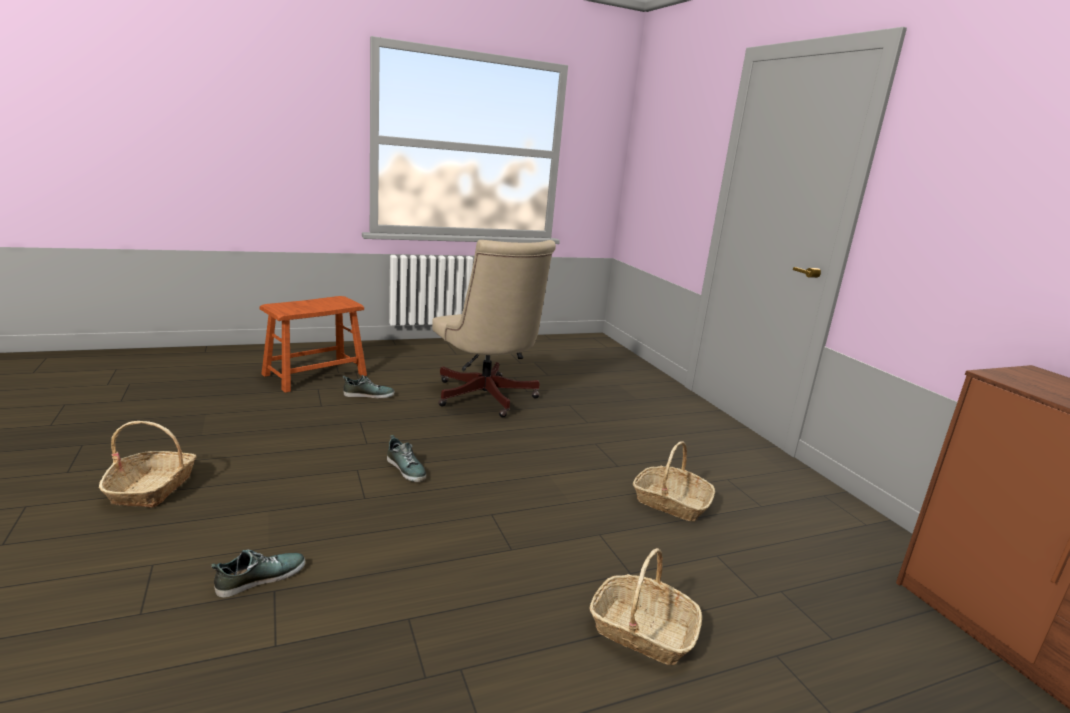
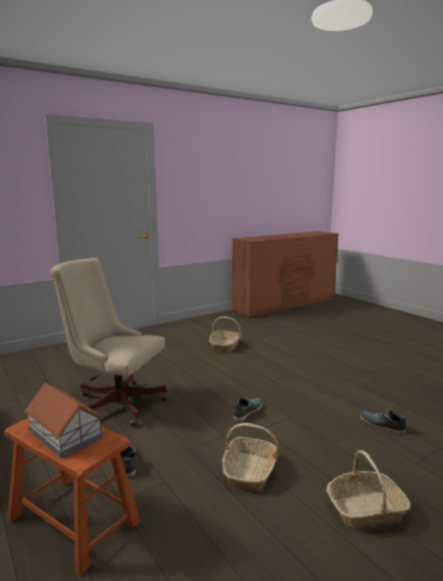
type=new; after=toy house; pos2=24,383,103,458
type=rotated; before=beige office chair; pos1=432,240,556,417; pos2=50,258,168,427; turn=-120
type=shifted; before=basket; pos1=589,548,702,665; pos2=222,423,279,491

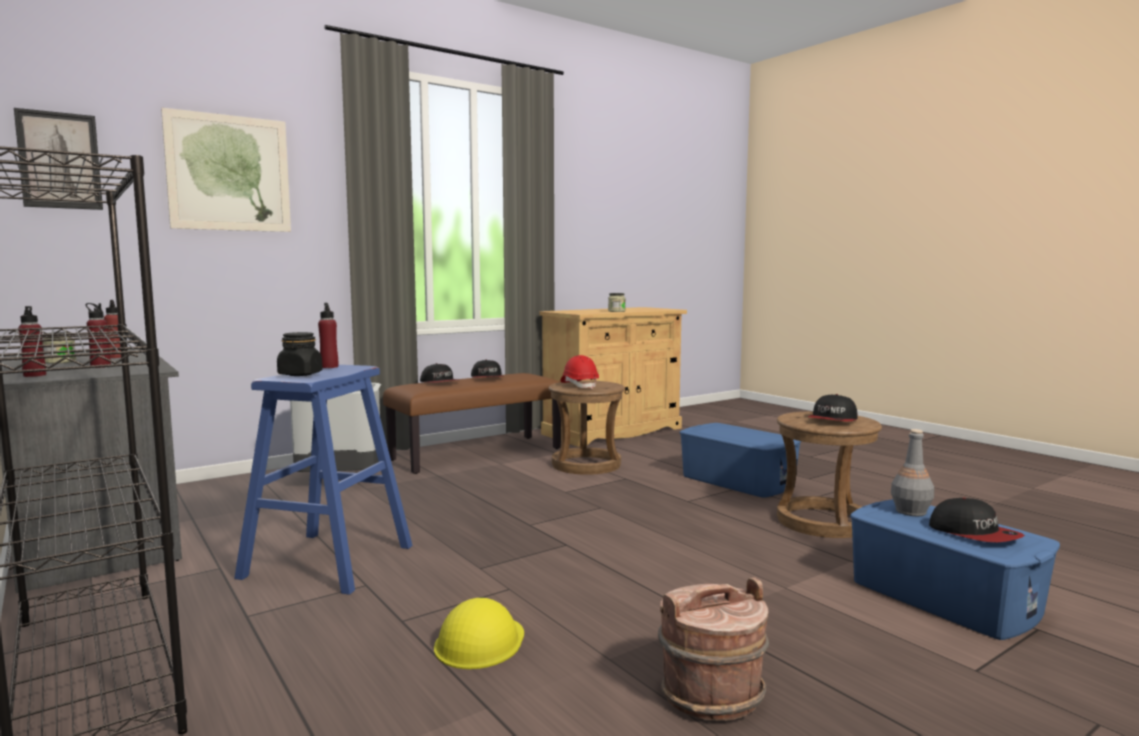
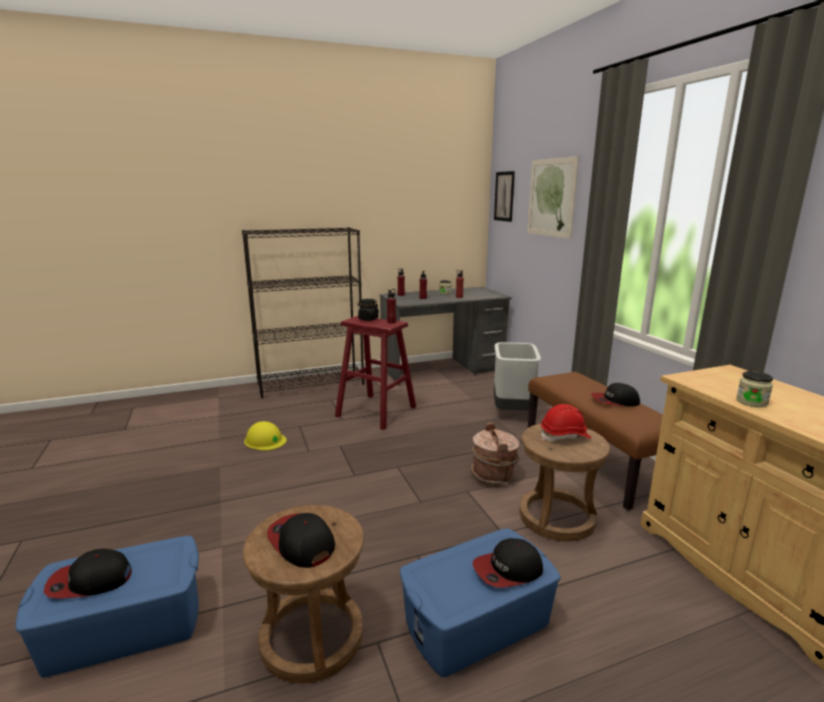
type=repainted; before=blue stool; after=red stool; pos1=234,365,412,595; pos2=335,316,416,430
type=shifted; before=brown bucket; pos1=658,577,769,721; pos2=471,423,520,487
type=shifted; before=cap; pos1=420,363,458,383; pos2=473,538,543,588
type=gone; before=grey bottle; pos1=891,429,934,516

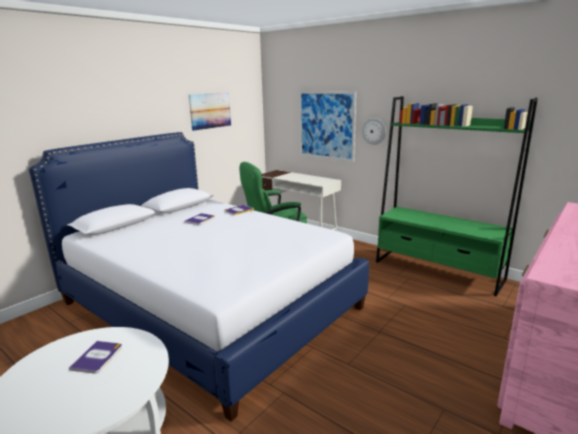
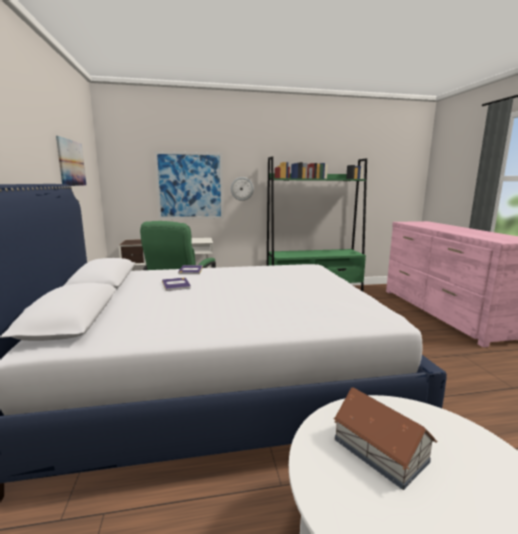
type=swapped; before=book; after=toy house; pos1=69,341,122,374; pos2=333,387,437,490

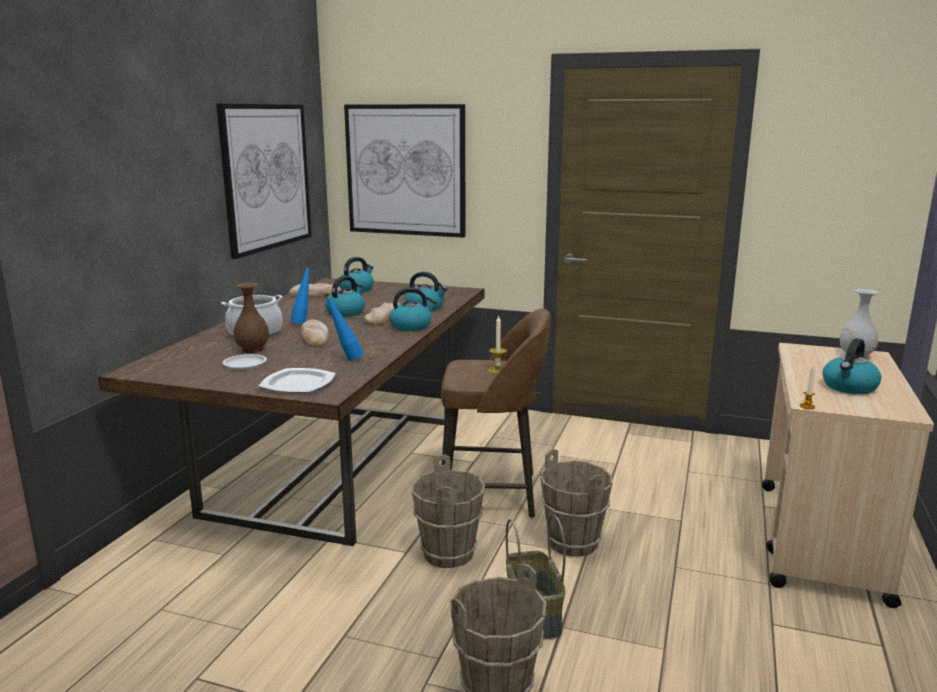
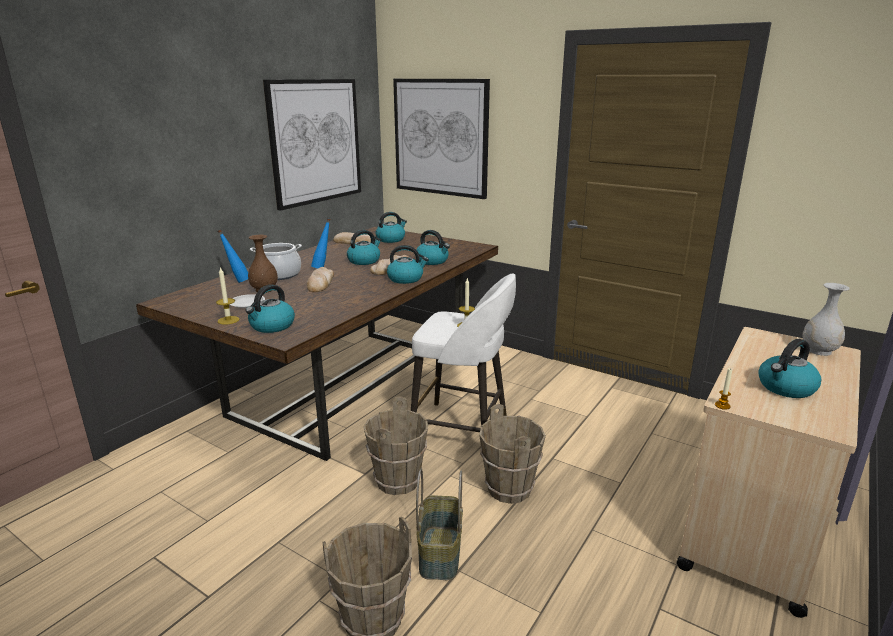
type=new; after=candle; pos2=216,267,239,325
type=shifted; before=blue bottle; pos1=324,292,364,361; pos2=218,230,248,283
type=swapped; before=plate; after=kettle; pos1=259,368,335,393; pos2=246,284,295,333
type=repainted; before=brown stool; after=white stool; pos1=441,309,550,518; pos2=411,273,516,432

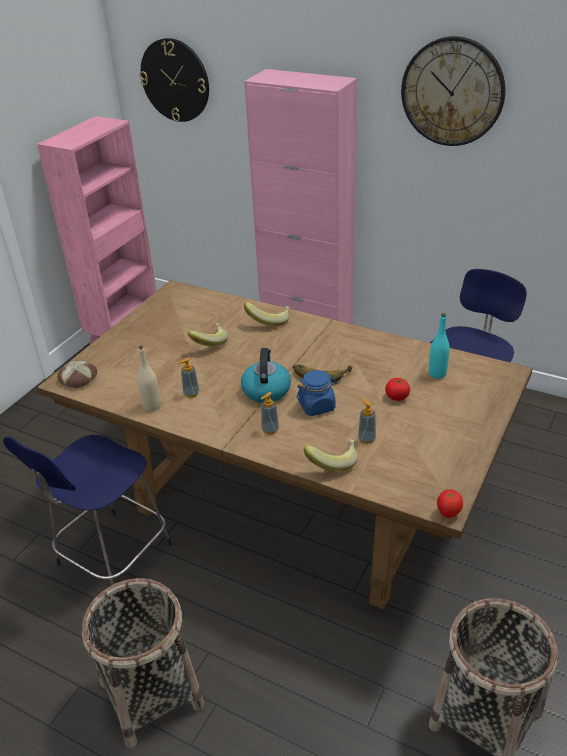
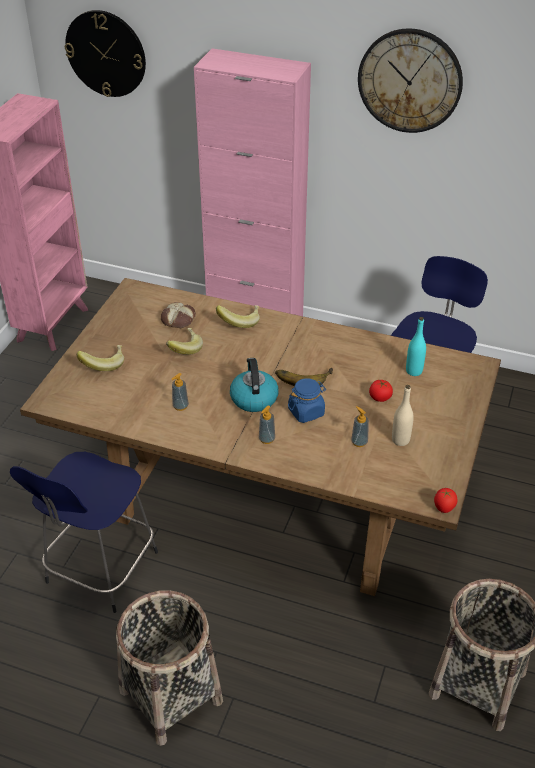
type=shifted; before=banana; pos1=304,439,358,472; pos2=76,345,124,371
type=shifted; before=bread; pos1=57,360,97,388; pos2=161,302,196,328
type=shifted; before=beige bottle; pos1=137,345,161,411; pos2=392,385,414,446

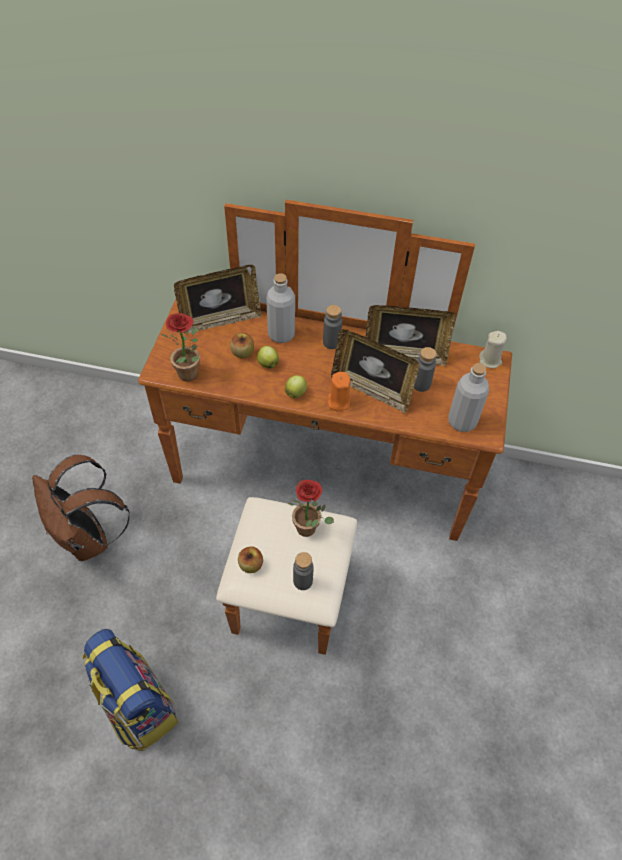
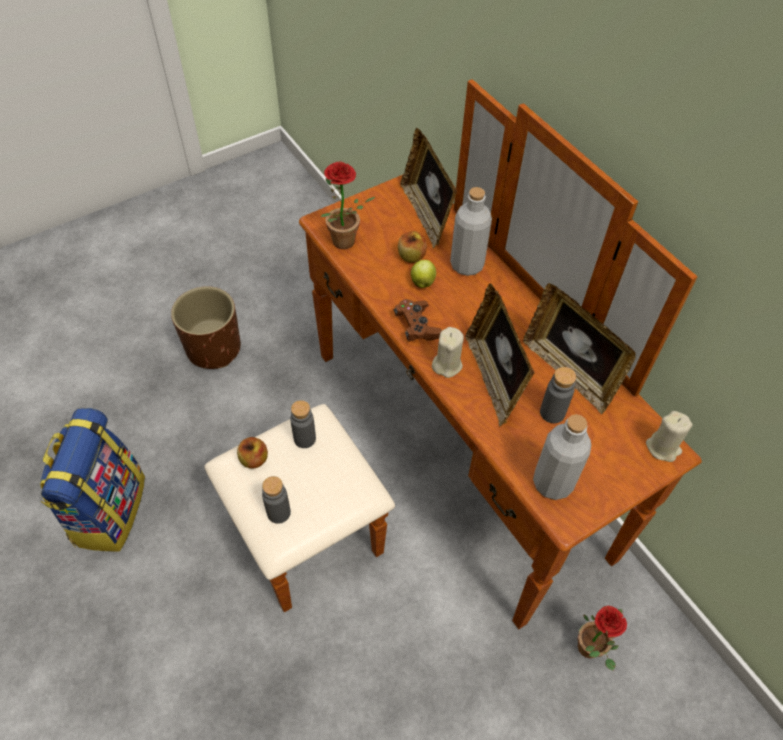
type=swapped; before=brown backpack; after=brown planter; pos1=32,455,130,561; pos2=171,286,241,369
type=shifted; before=grey bottle; pos1=323,305,342,349; pos2=290,400,316,448
type=swapped; before=apple; after=brown game controller; pos1=285,375,307,398; pos2=394,299,442,342
type=rotated; before=picture frame; pos1=174,265,261,334; pos2=400,128,457,248; turn=45
type=repainted; before=orange candle; after=beige candle; pos1=328,372,350,412; pos2=432,327,464,378
type=shifted; before=potted plant; pos1=288,480,334,537; pos2=578,606,627,670

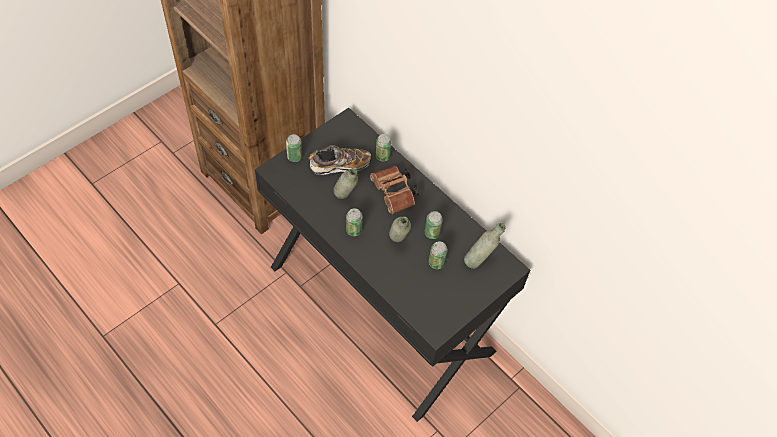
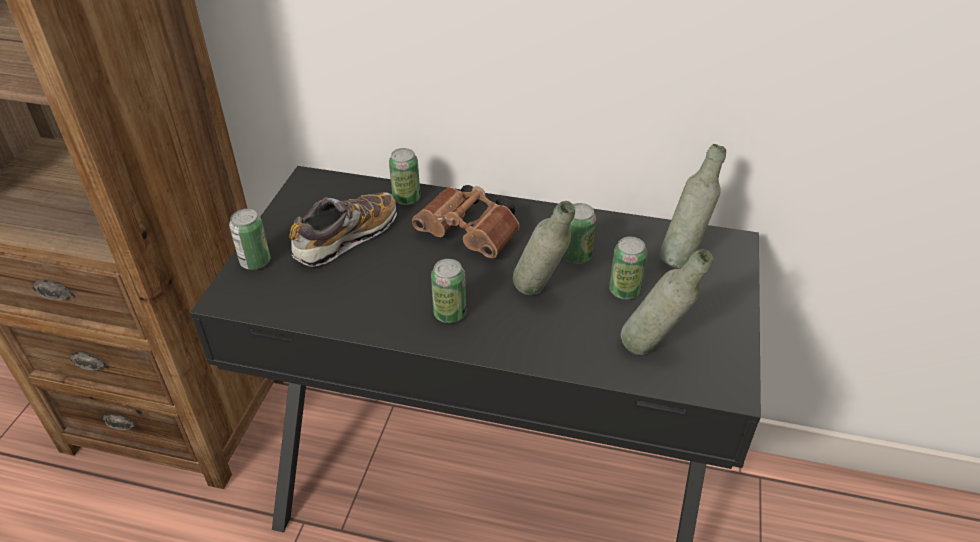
type=shifted; before=grey bottle; pos1=333,168,358,199; pos2=621,249,713,355

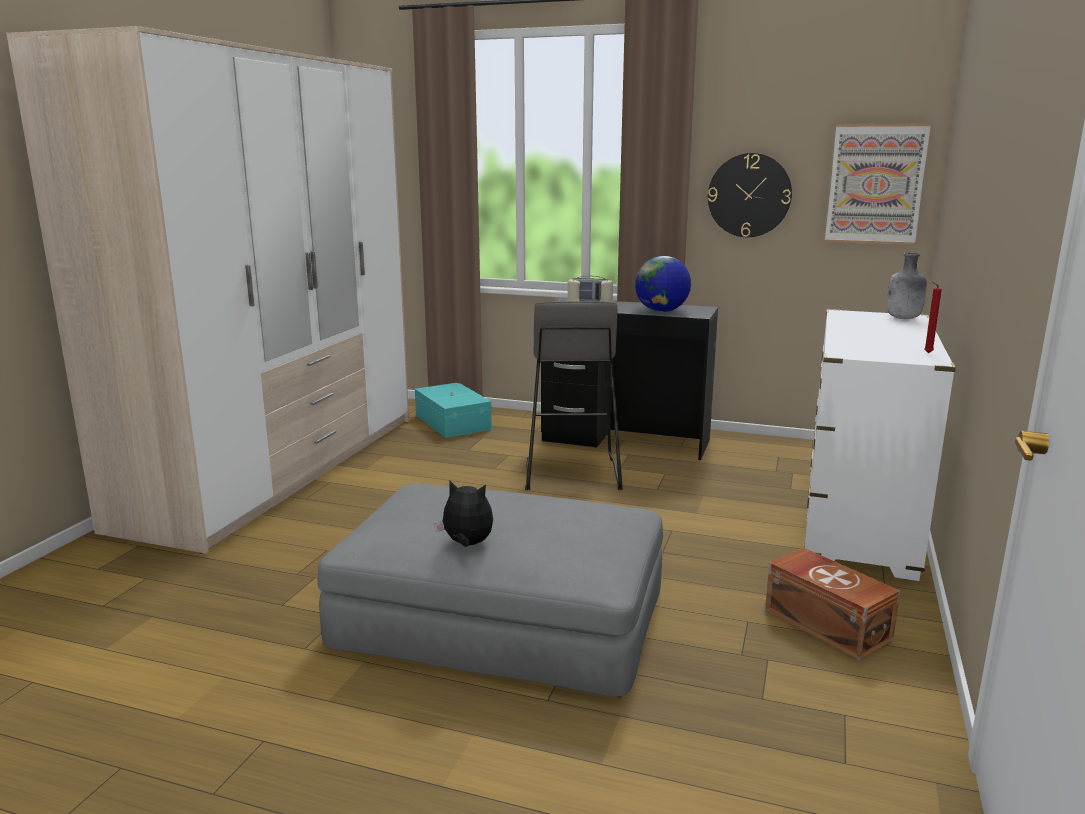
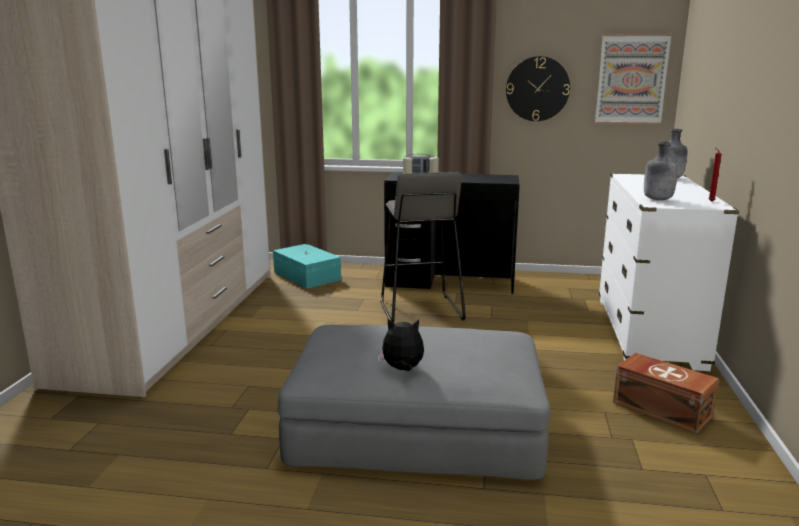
type=new; after=grey bottle; pos2=644,142,678,200
type=gone; before=globe; pos1=635,256,691,312

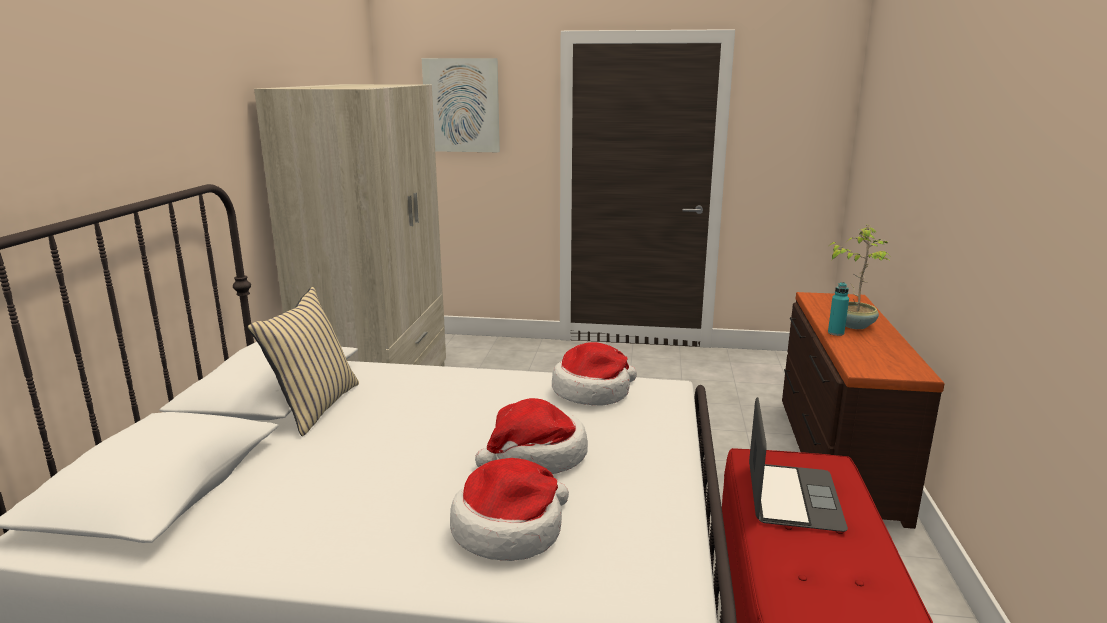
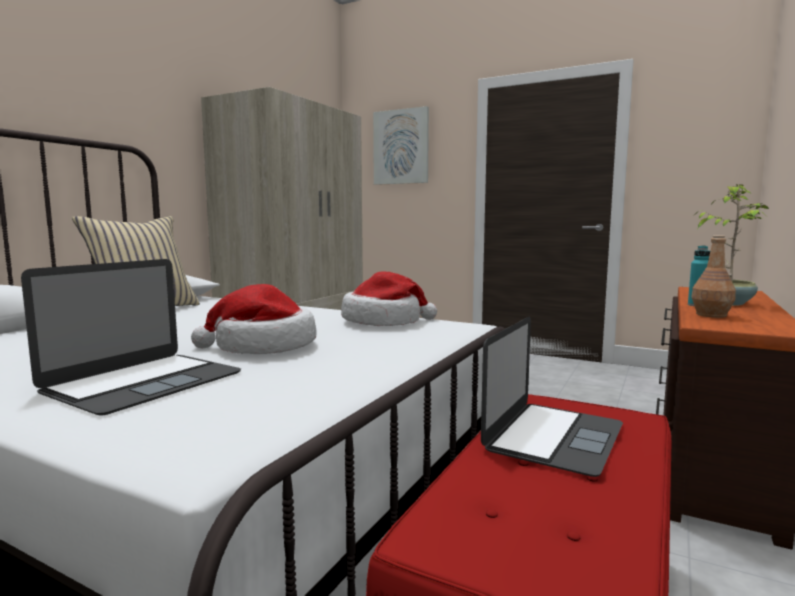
type=swapped; before=hat; after=laptop; pos1=450,458,569,561; pos2=21,259,241,416
type=new; after=brown bottle; pos2=691,235,736,318

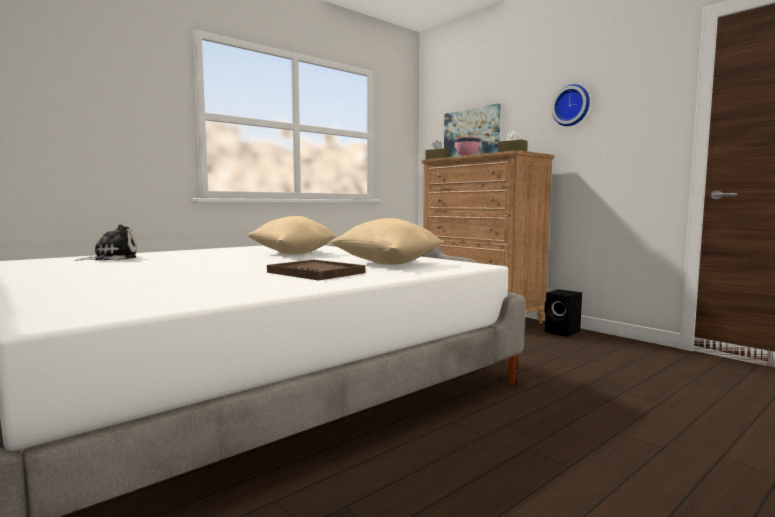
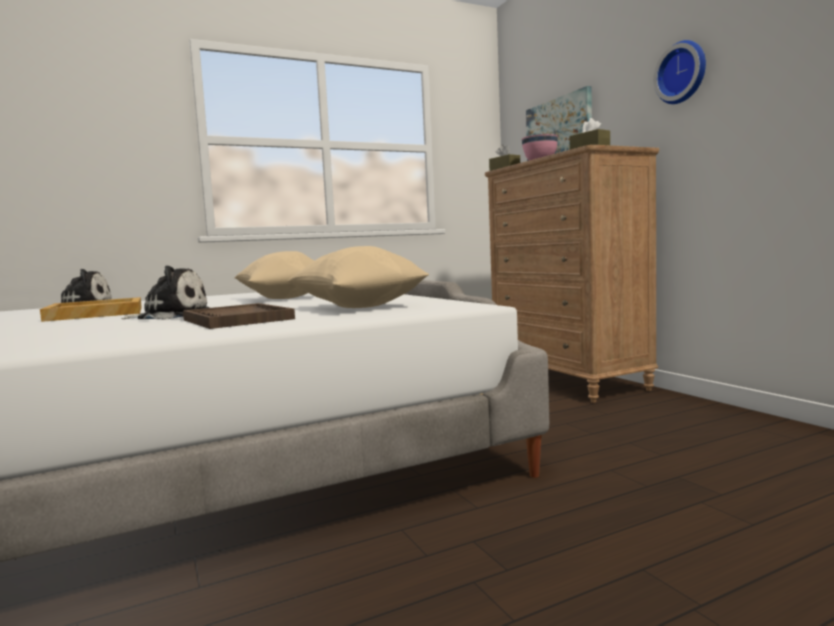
type=new; after=beige tray; pos2=40,297,142,322
type=new; after=plush toy; pos2=121,265,209,320
type=gone; before=black speaker; pos1=545,289,582,337

